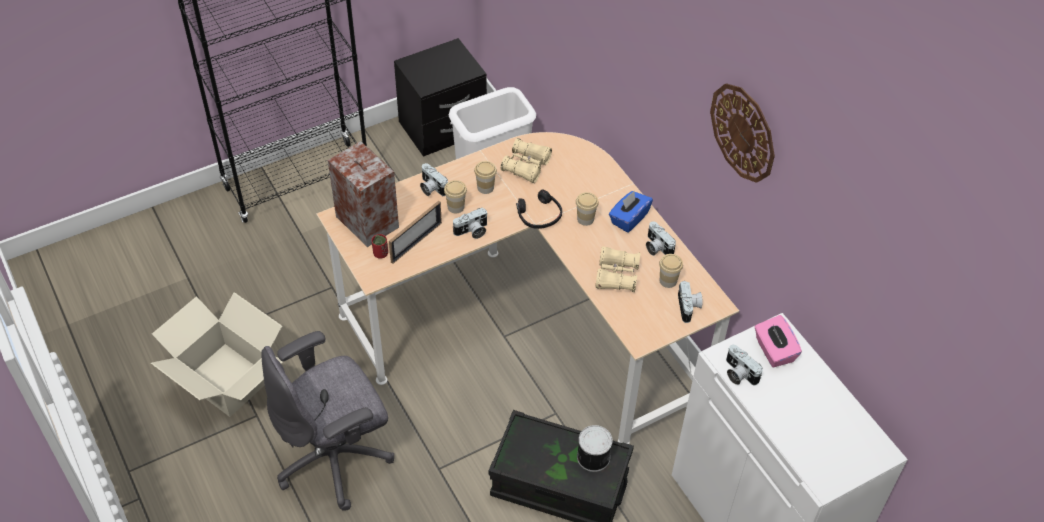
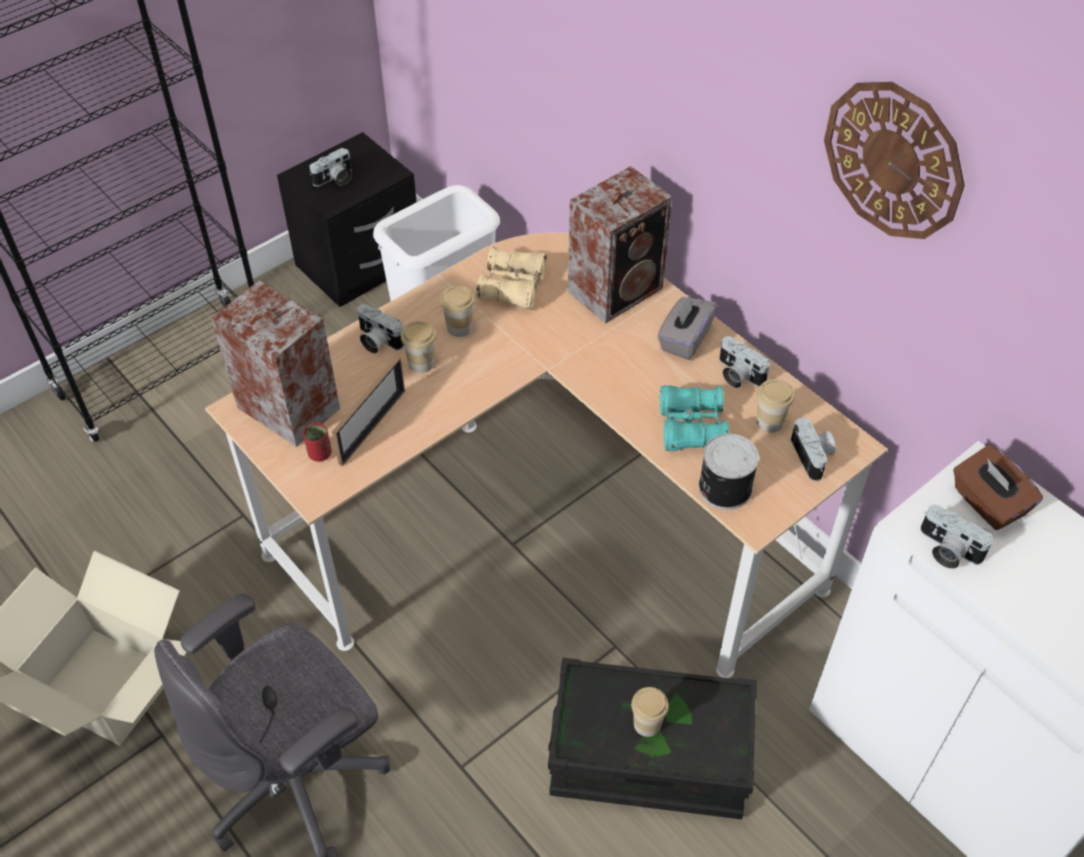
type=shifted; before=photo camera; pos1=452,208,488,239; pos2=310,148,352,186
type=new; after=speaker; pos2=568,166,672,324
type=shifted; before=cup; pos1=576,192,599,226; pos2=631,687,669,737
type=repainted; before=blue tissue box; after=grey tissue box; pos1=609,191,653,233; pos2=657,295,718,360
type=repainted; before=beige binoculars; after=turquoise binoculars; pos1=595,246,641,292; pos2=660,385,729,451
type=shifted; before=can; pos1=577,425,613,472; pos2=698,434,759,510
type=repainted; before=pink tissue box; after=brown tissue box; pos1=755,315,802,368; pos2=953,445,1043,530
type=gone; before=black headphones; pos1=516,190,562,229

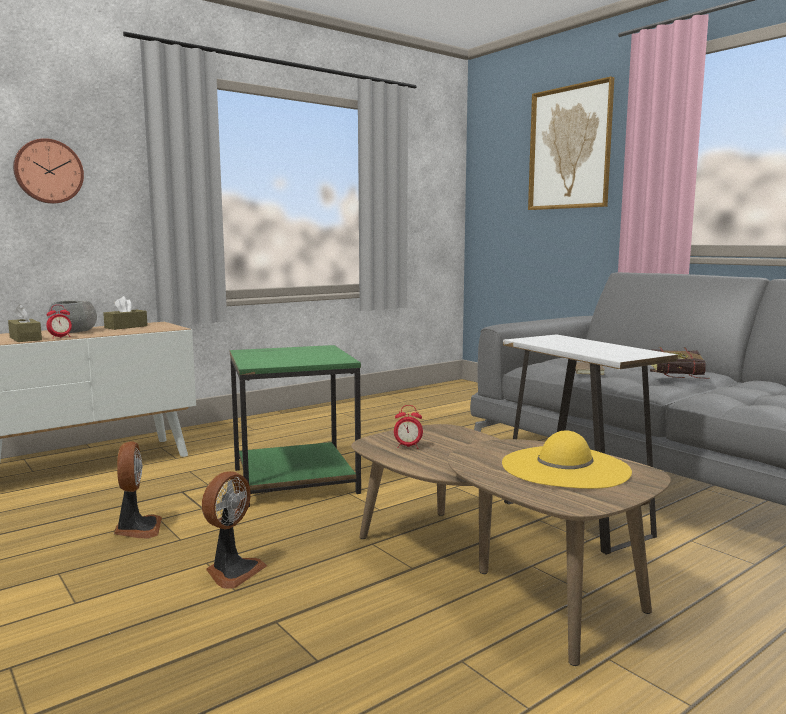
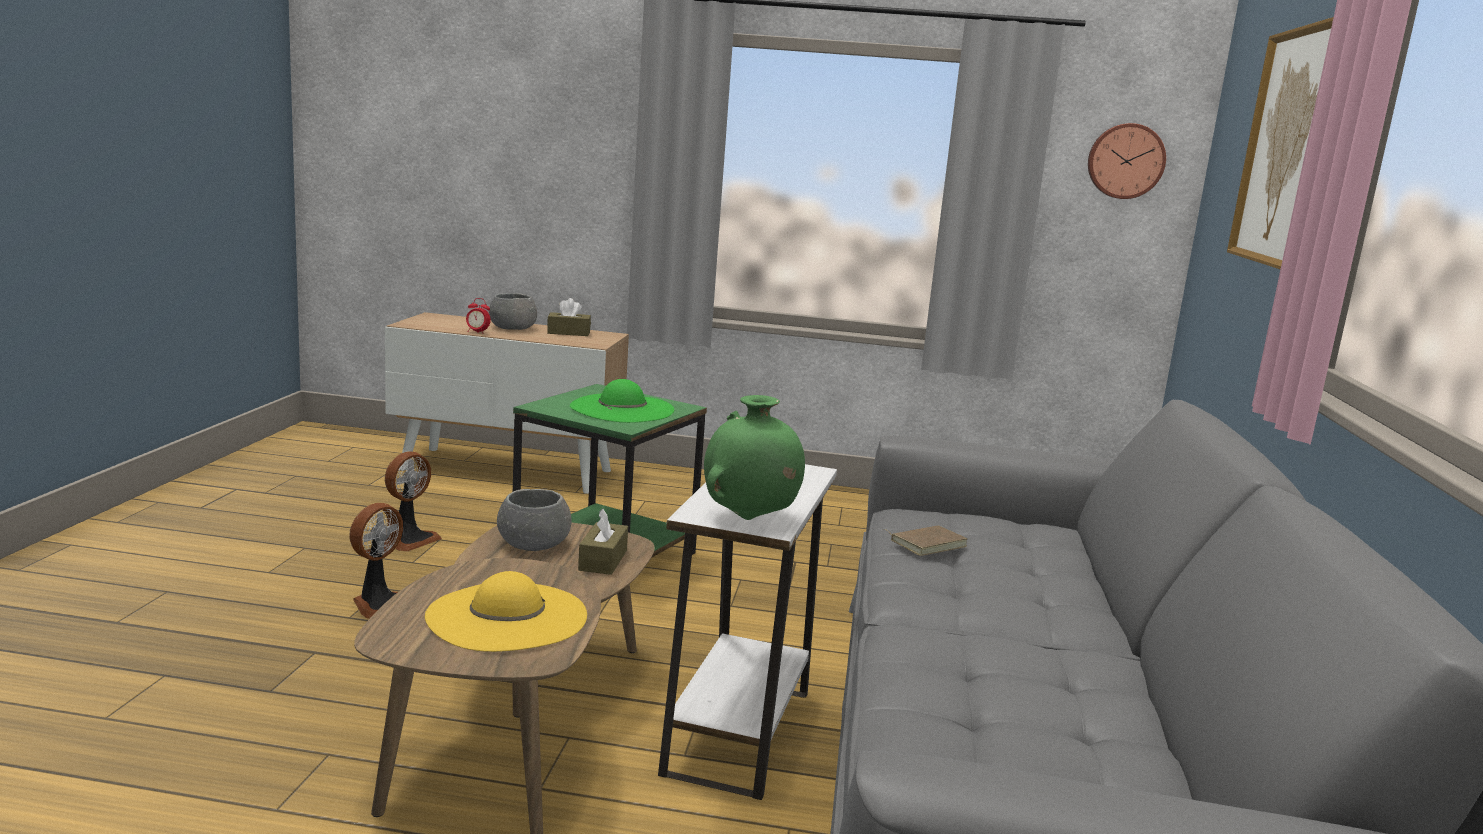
type=rotated; before=fan; pos1=202,471,267,589; pos2=349,503,403,619; turn=-45
type=swapped; before=alarm clock; after=grey bowl; pos1=394,405,423,449; pos2=497,489,571,551
type=new; after=green hat; pos2=570,379,674,423
type=shifted; before=brown tissue box; pos1=8,304,42,342; pos2=578,509,628,575
type=new; after=green vase; pos2=704,395,805,520
type=shifted; before=wall clock; pos1=13,138,84,204; pos2=1088,123,1166,199
type=gone; before=book; pos1=650,347,709,379

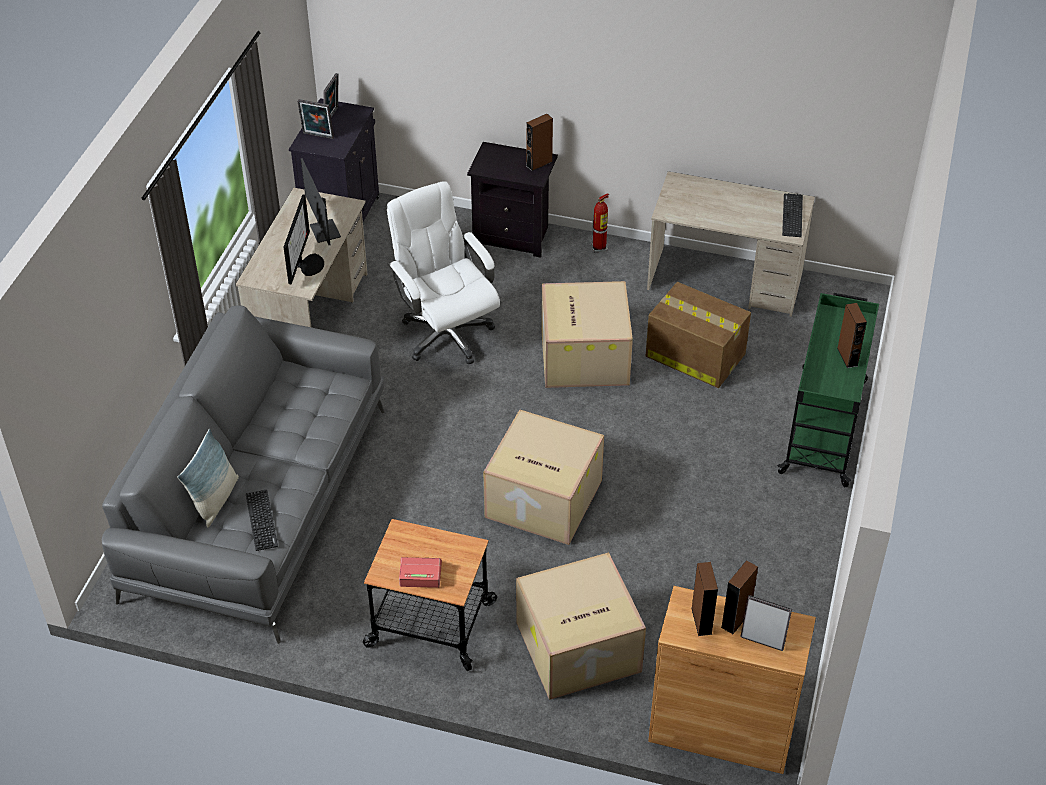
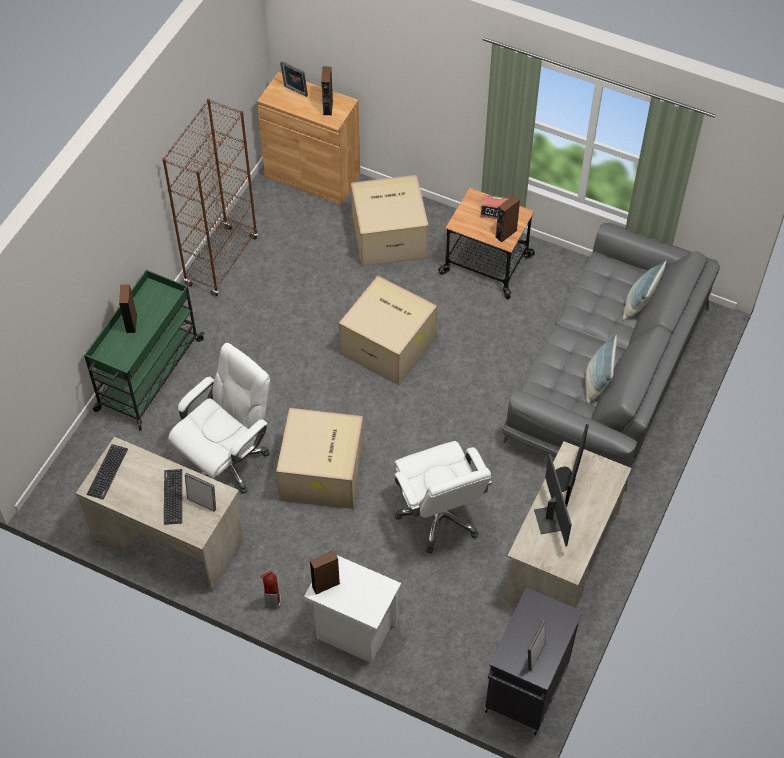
type=new; after=brown bookcase; pos2=162,99,258,297
type=shifted; before=keyboard; pos1=246,490,278,551; pos2=164,469,182,525
type=swapped; before=cardboard box; after=white office chair; pos1=646,282,751,388; pos2=168,343,270,494
type=shifted; before=picture frame; pos1=297,99,334,139; pos2=185,473,216,512
type=repainted; before=black nightstand; after=white nightstand; pos1=467,142,558,258; pos2=304,555,401,663
type=shifted; before=brown speaker; pos1=721,560,758,634; pos2=495,195,520,243
type=new; after=pillow; pos2=585,335,617,404

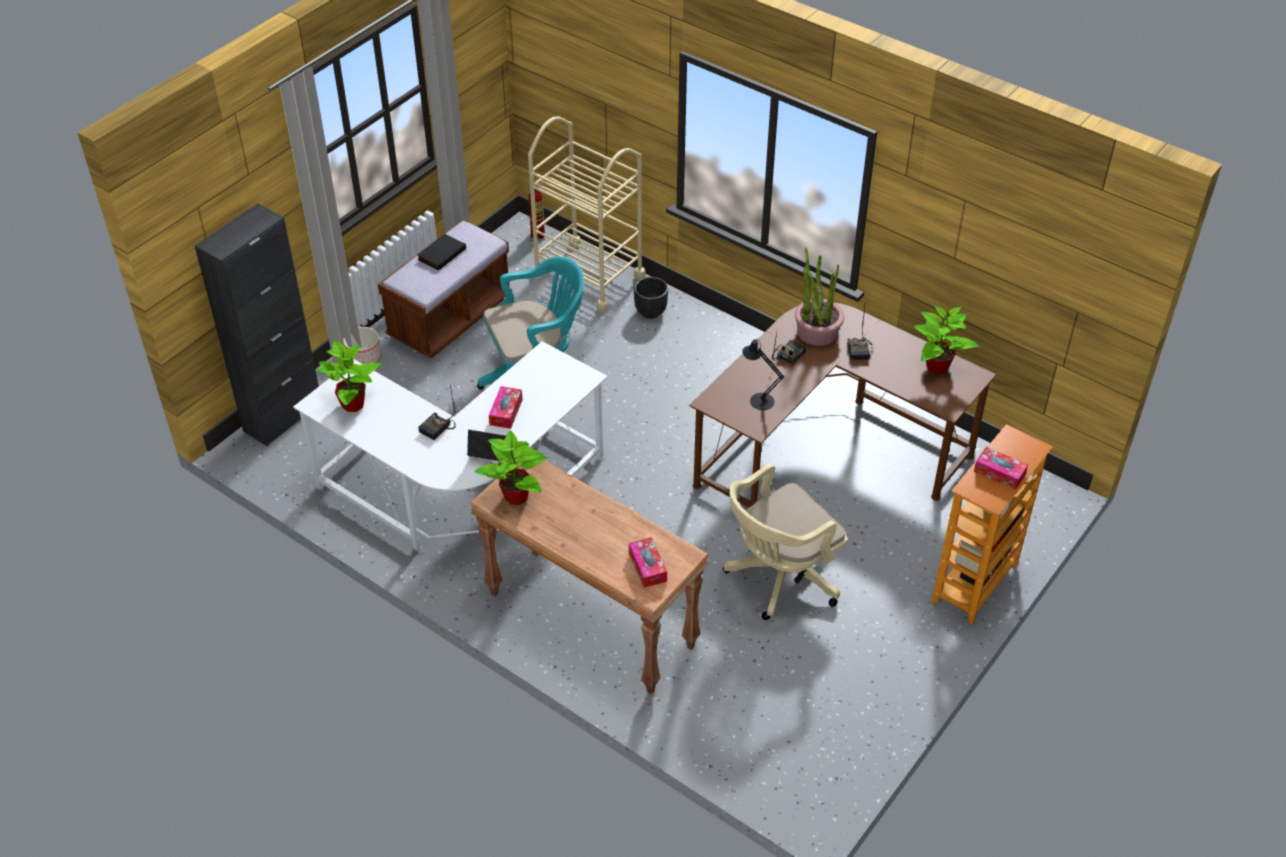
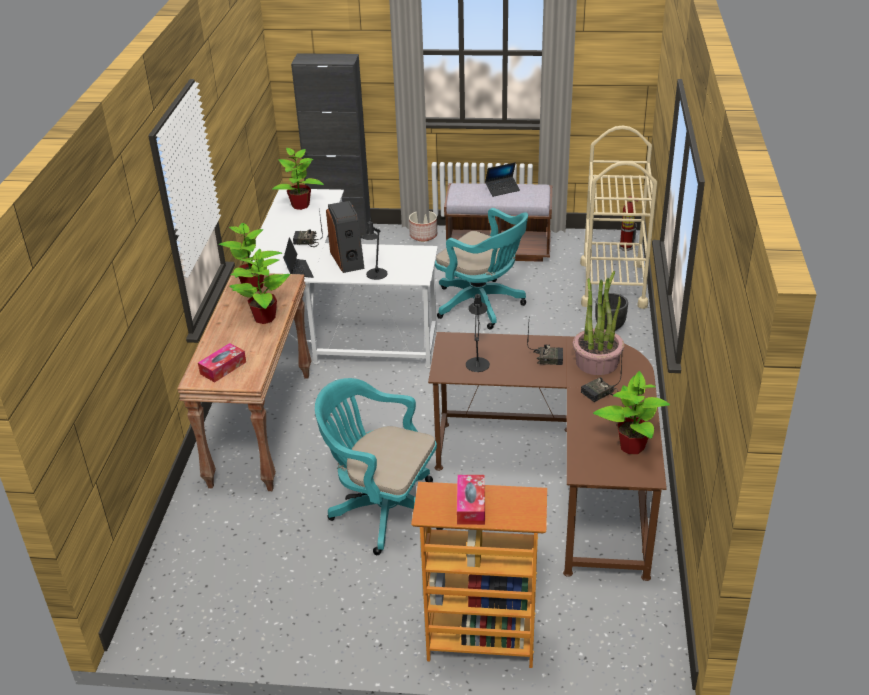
type=new; after=potted plant; pos2=230,249,290,324
type=repainted; before=beige office chair; after=turquoise office chair; pos1=723,463,847,620; pos2=315,378,443,555
type=swapped; before=tissue box; after=speaker; pos1=489,386,523,429; pos2=326,201,365,273
type=new; after=black table lamp; pos2=362,217,388,280
type=swapped; before=black book; after=laptop; pos1=417,234,466,271; pos2=485,162,520,197

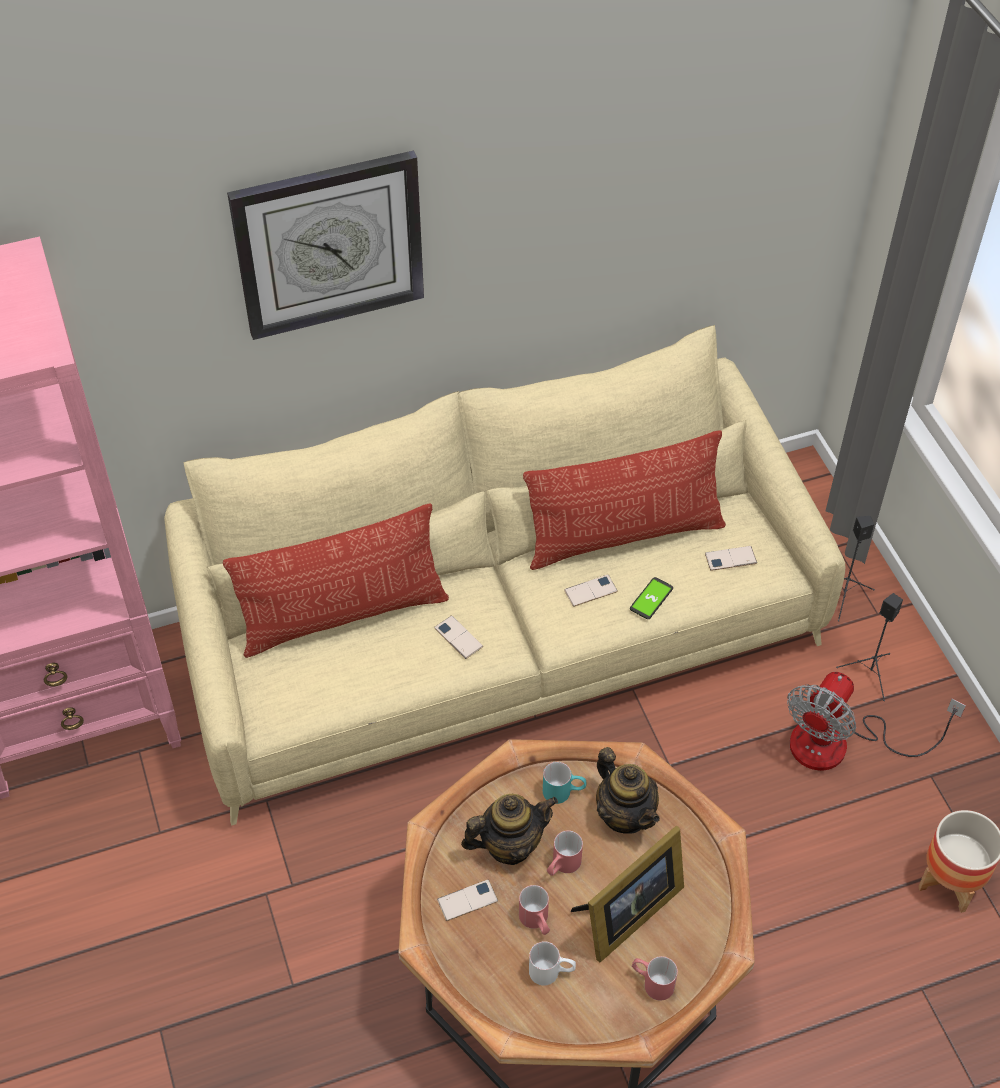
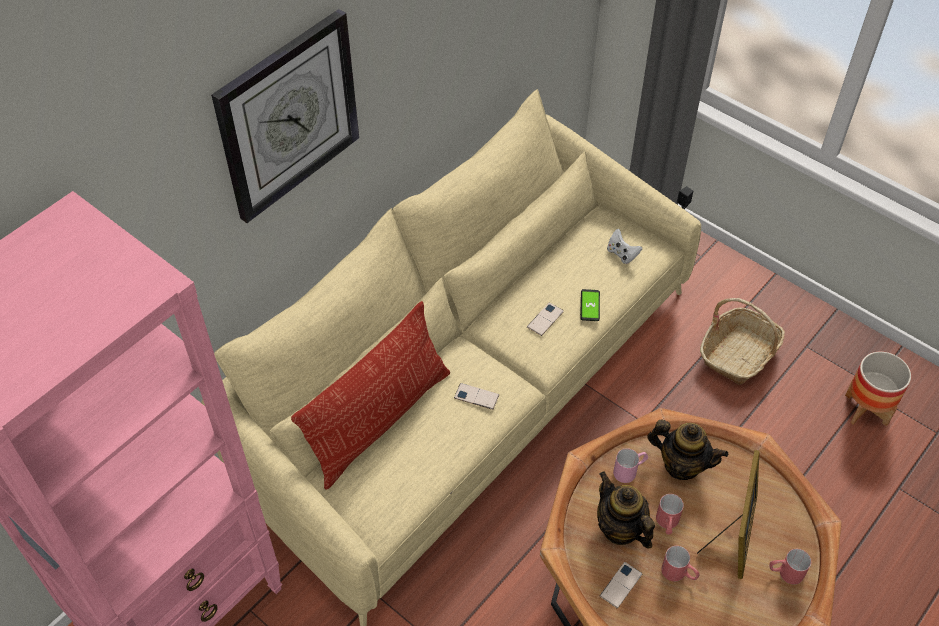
type=rotated; before=teapot; pos1=461,794,558,865; pos2=597,471,655,549; turn=-75
type=swapped; before=phone; after=white game controller; pos1=705,546,757,571; pos2=607,229,642,264
type=repainted; before=turquoise mug; after=pink mug; pos1=543,762,586,804; pos2=613,448,648,483
type=swapped; before=fan; after=basket; pos1=787,672,966,771; pos2=700,298,785,385
type=gone; before=pillow; pos1=523,430,726,570
type=gone; before=white mug; pos1=529,941,576,986
type=gone; before=black speaker; pos1=836,593,903,701

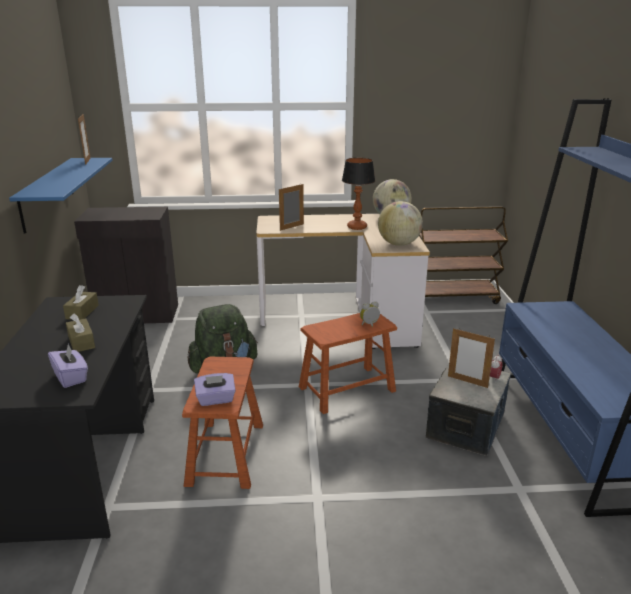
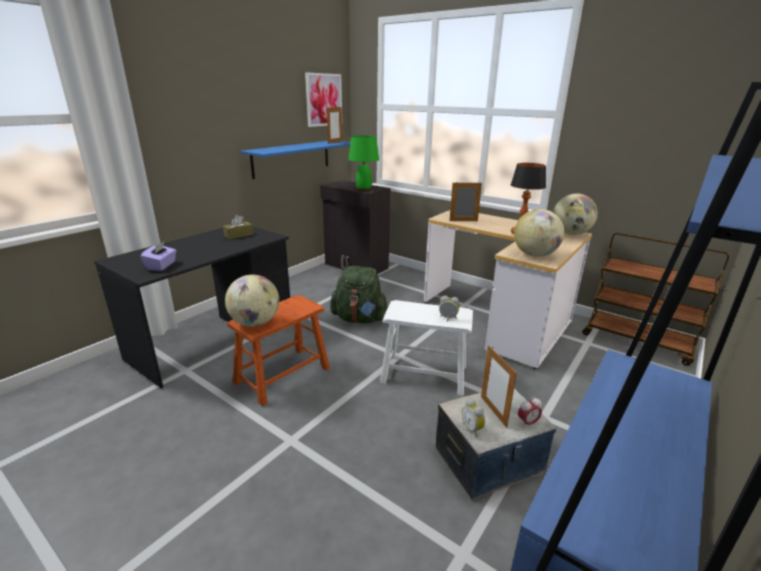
type=swapped; before=purple tissue box; after=globe; pos1=194,373,236,406; pos2=225,274,279,327
type=new; after=picture; pos2=305,73,342,127
type=new; after=green table lamp; pos2=348,135,379,192
type=repainted; before=brown stool; after=white stool; pos1=299,313,397,414; pos2=380,300,473,395
type=new; after=alarm clock; pos2=462,398,485,437
type=gone; before=brown tissue box; pos1=66,314,95,352

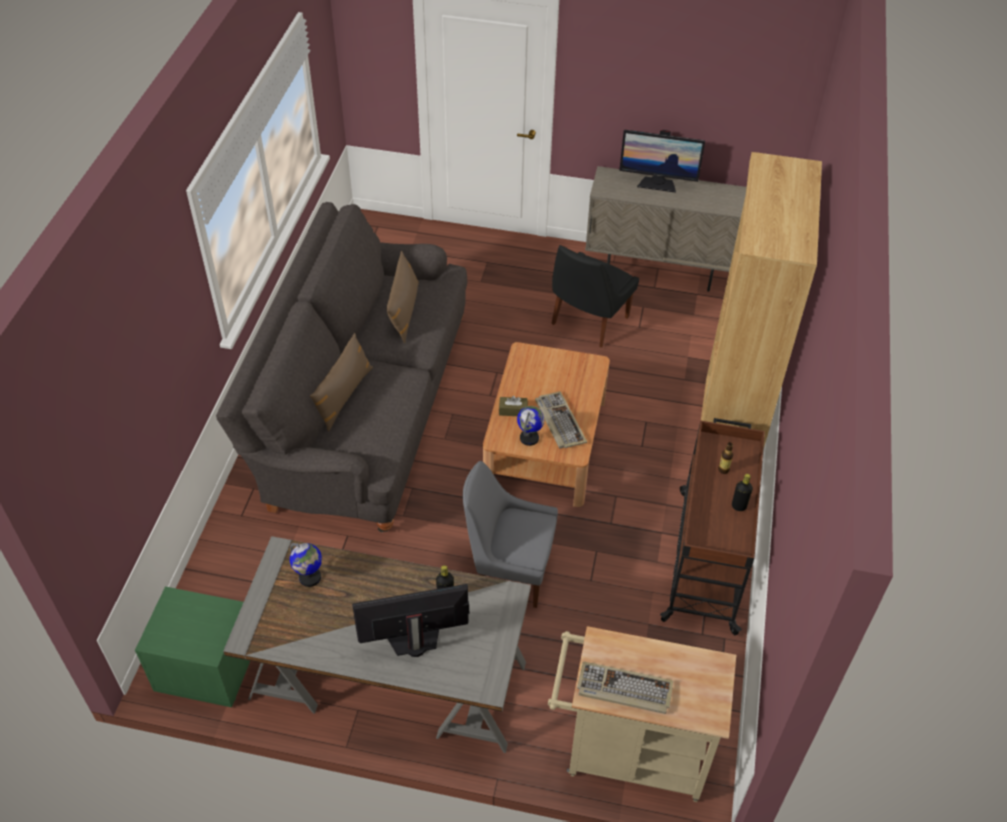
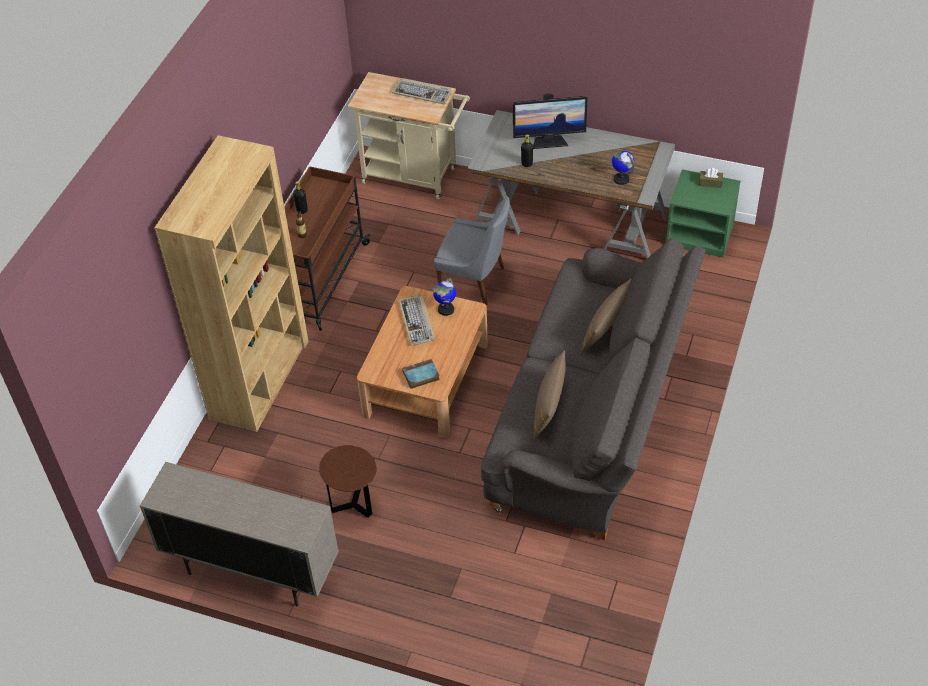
type=swapped; before=black chair; after=brown side table; pos1=552,245,639,347; pos2=319,445,377,518
type=new; after=book; pos2=402,359,440,389
type=shifted; before=brown tissue box; pos1=499,396,528,416; pos2=699,168,723,188
type=gone; before=monitor; pos1=619,130,705,193

